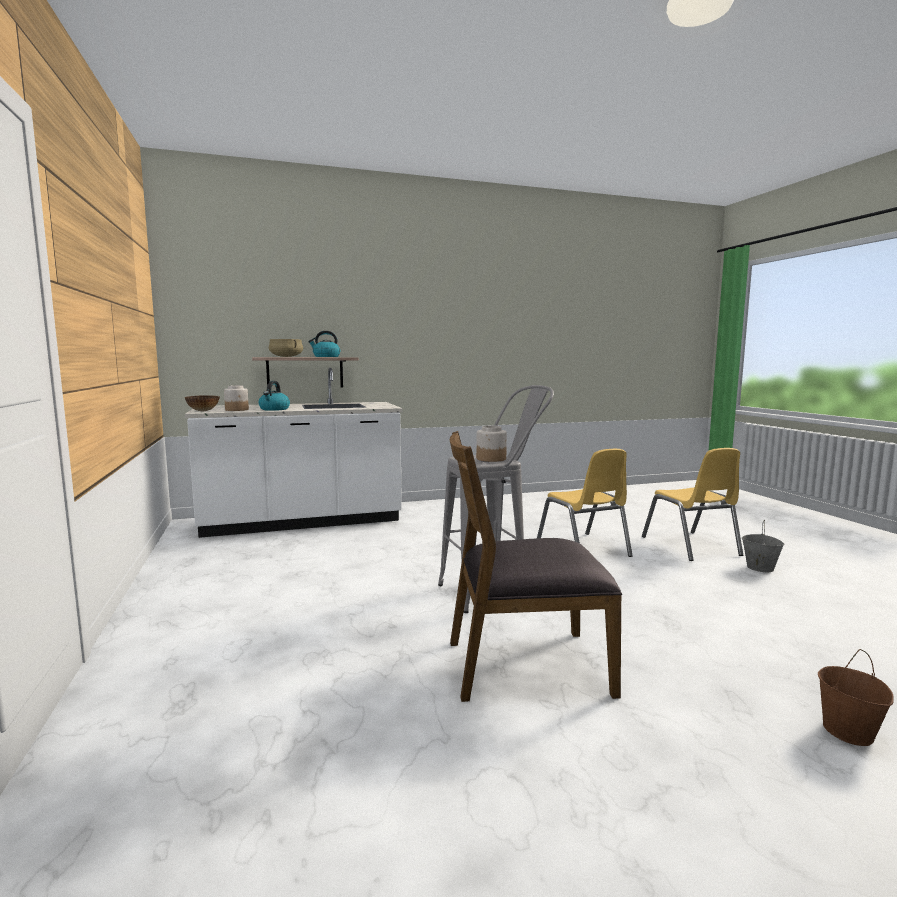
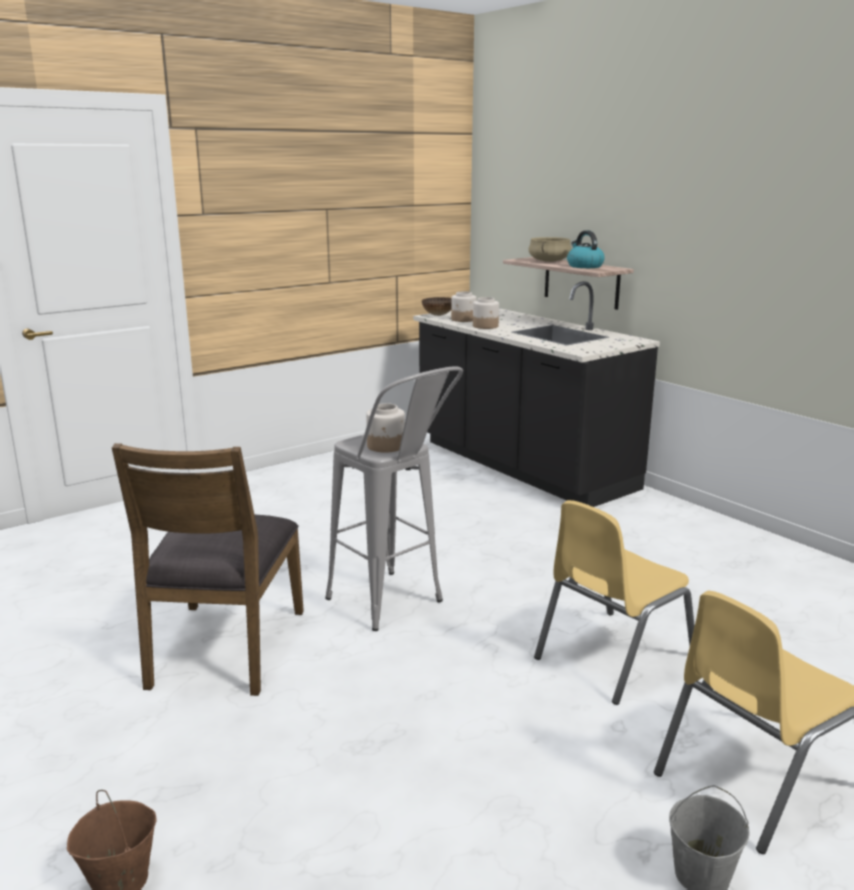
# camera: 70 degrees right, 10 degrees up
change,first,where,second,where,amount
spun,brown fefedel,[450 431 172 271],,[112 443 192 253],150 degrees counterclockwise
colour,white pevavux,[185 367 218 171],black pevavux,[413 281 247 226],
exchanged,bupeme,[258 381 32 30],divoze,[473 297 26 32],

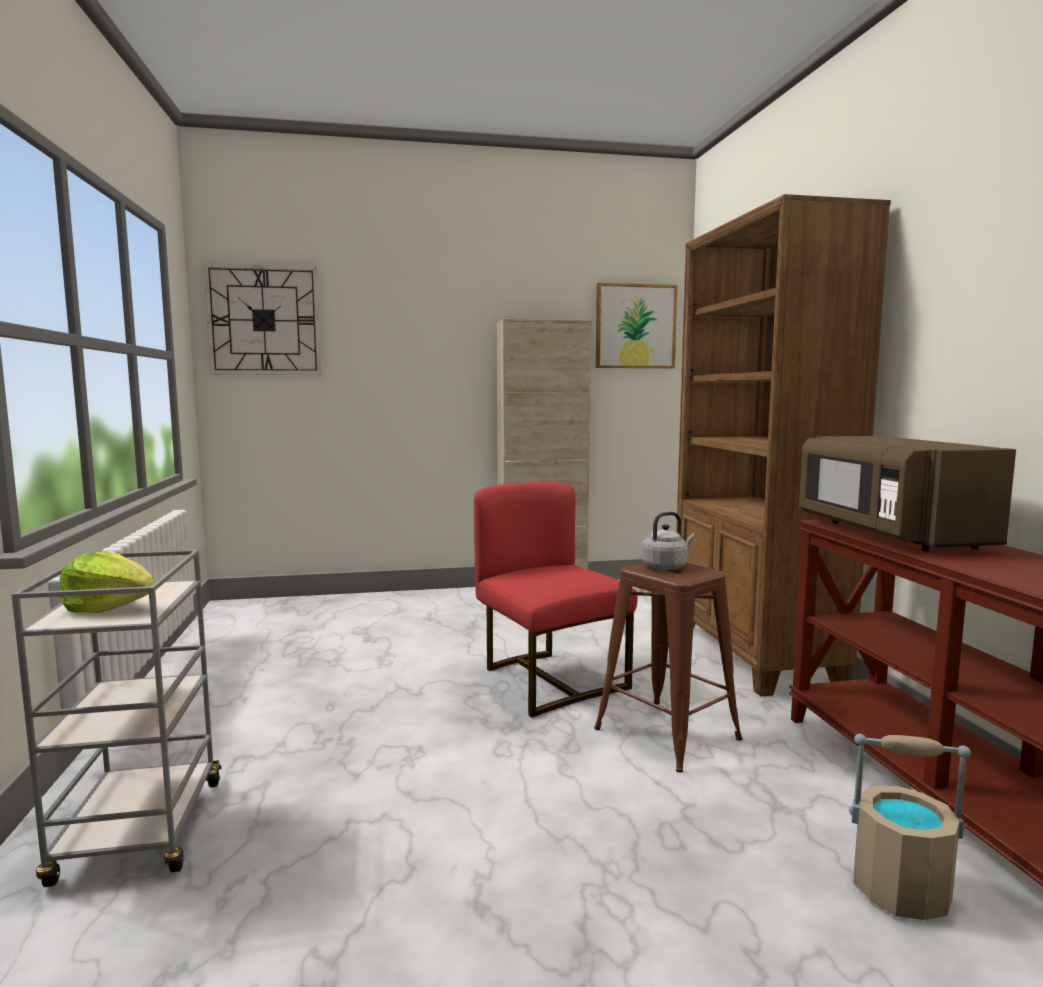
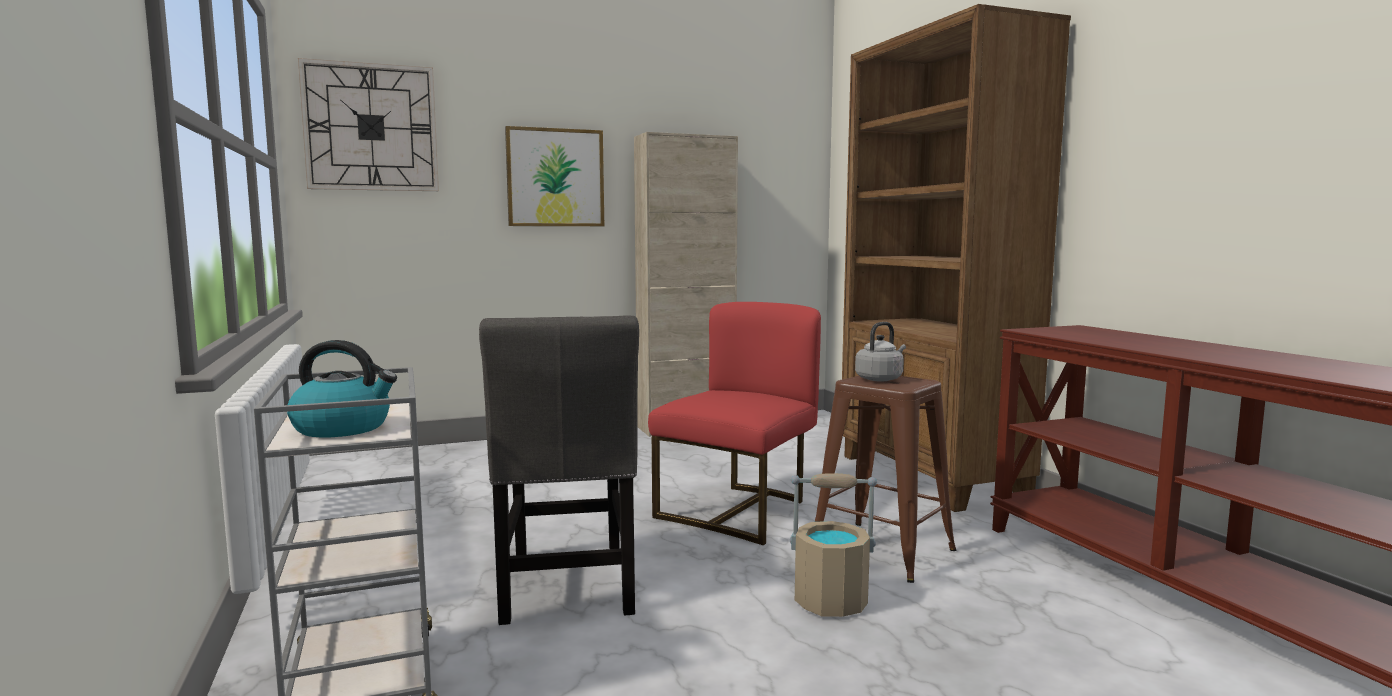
# camera: 10 degrees left, 0 degrees up
change,first,where,second,where,amount
exchanged,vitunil,[60 551 96 62],bupeme,[287 340 110 97],
appeared,,,grey fefedel,[479 316 160 309],
relocated,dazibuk,[596 283 81 85],,[505 126 99 100],
spun,red fefedel,[474 482 164 236],,[648 302 173 243],75 degrees clockwise
relocated,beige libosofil,[849 734 122 186],,[790 474 87 143],
missing,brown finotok,[799 436 217 115],,,

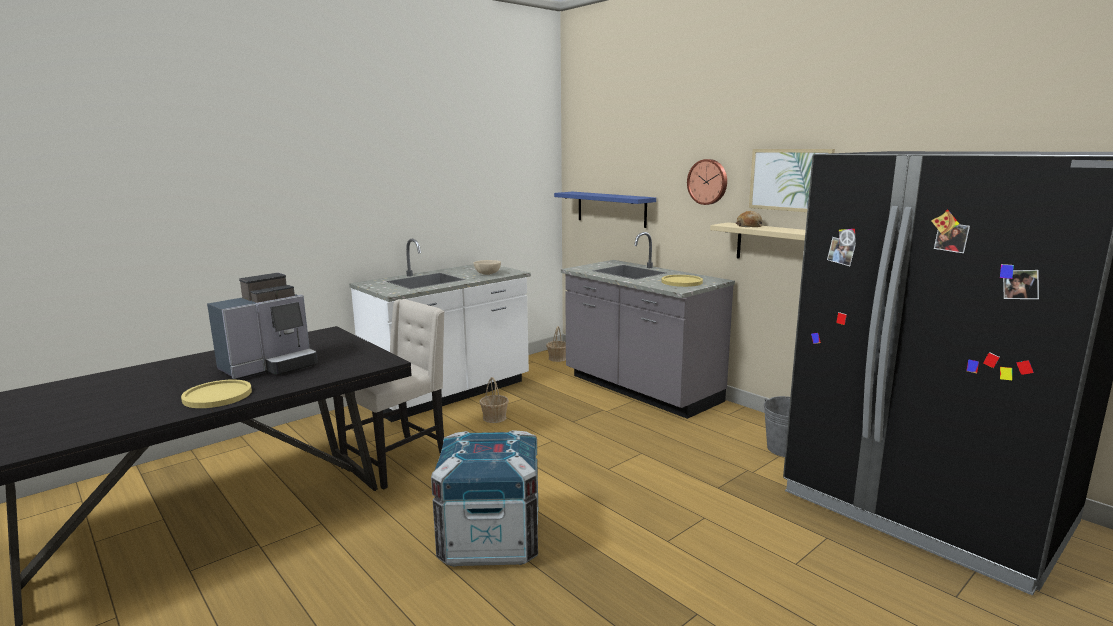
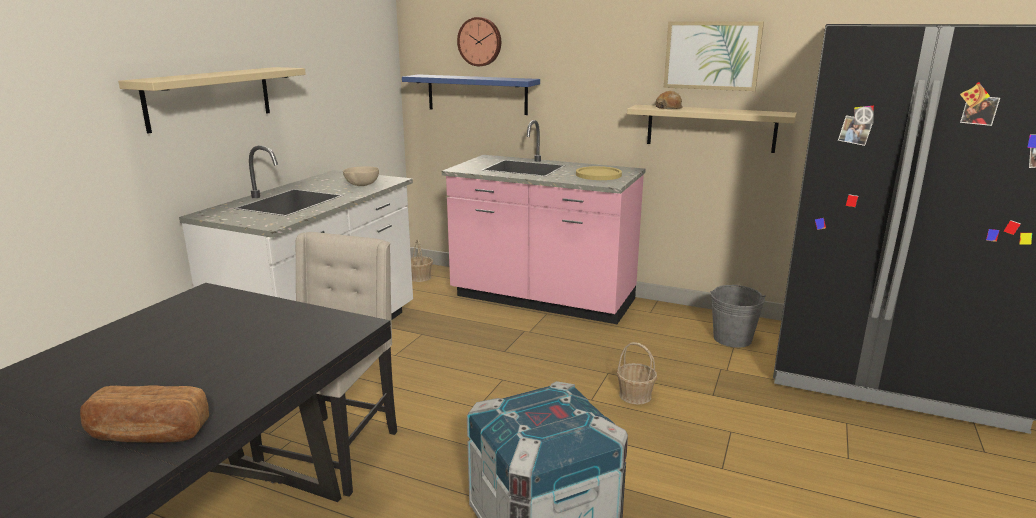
# camera: 25 degrees left, 5 degrees up
change,first,where,second,where,amount
exchanged,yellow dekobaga,[181 379 71 29],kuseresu,[80 385 129 58],
appeared,,,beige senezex,[118 67 188 67],
colour,grey pevavux,[561 232 174 187],pink pevavux,[442 120 204 204],
relocated,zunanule,[687 159 40 46],,[457 17 44 49],
relocated,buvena,[479 377 30 46],,[617 342 40 63],
missing,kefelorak,[207 273 111 106],,,

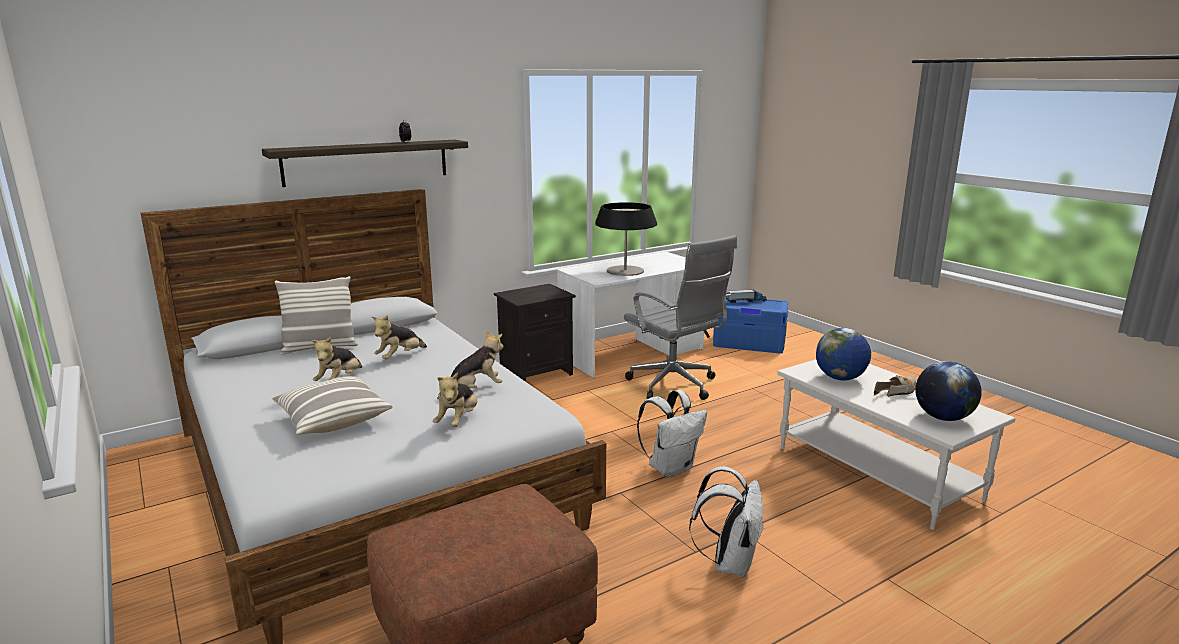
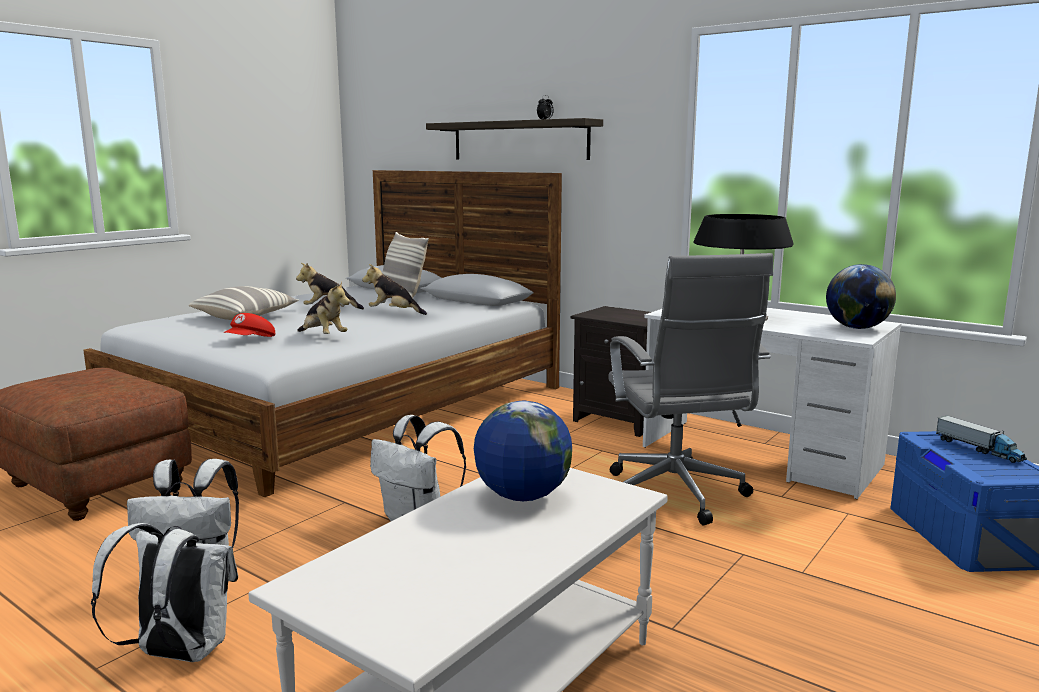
# camera: 70 degrees right, 5 degrees down
change,first,where,second,where,amount
appeared,,,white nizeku,[91 523 147 139],
exchanged,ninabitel,[433 372 44 55],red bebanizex,[224 313 52 24],
spun,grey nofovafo,[624 235 113 165],,[608 253 165 272],45 degrees counterclockwise
relocated,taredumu,[915 361 67 60],,[826 264 70 65],
missing,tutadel,[874 375 42 22],,,

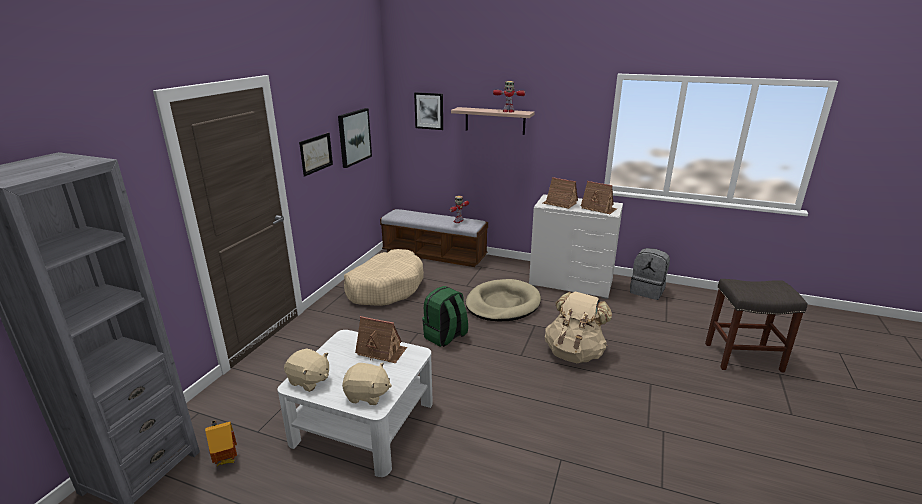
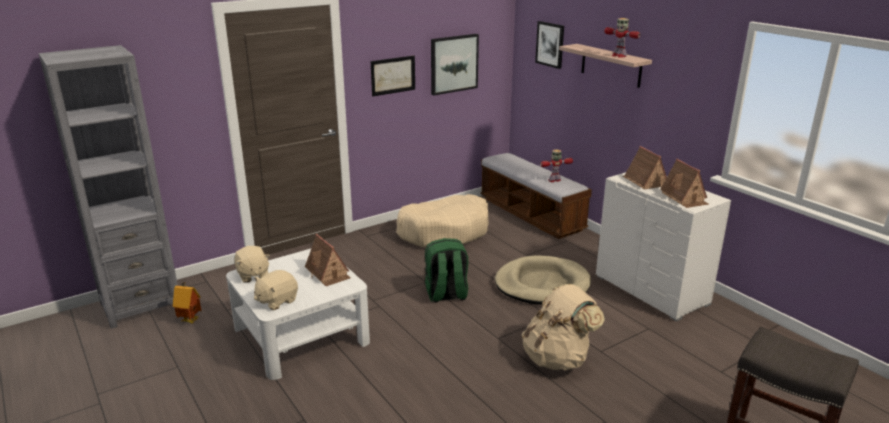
# camera: 35 degrees right, 0 degrees up
change,first,where,second,where,amount
spun,beige ninabitel,[342 363 50 42],,[254 270 44 40],90 degrees clockwise
missing,grey nizeku,[630 248 40 52],,,

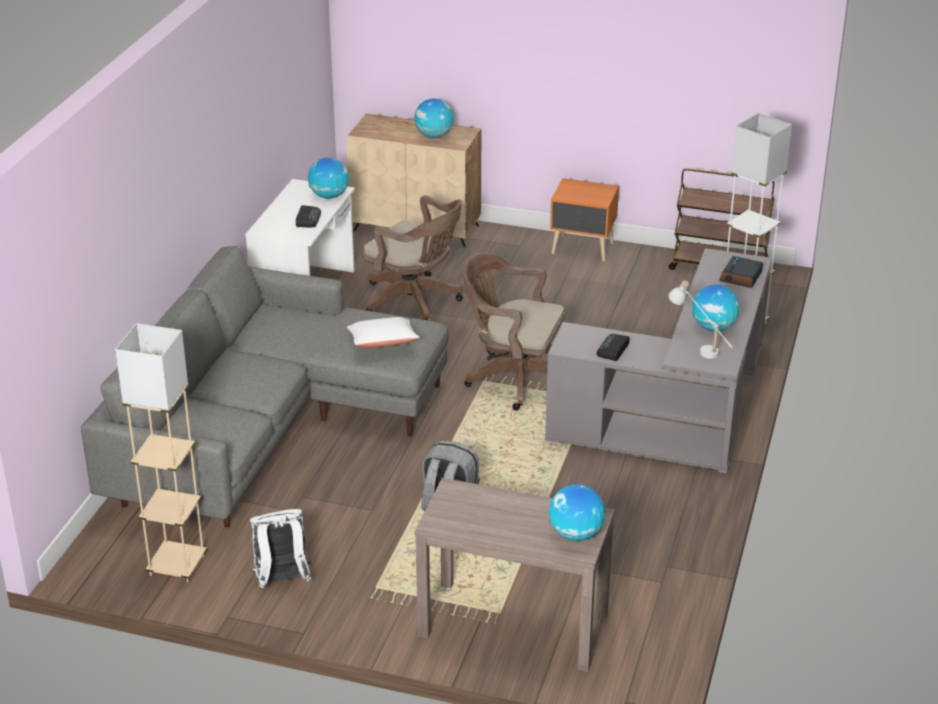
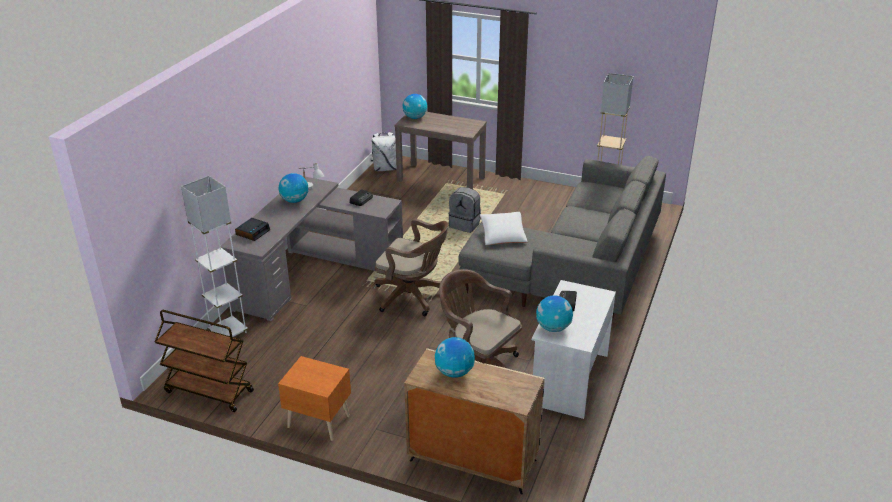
# camera: 175 degrees left, 0 degrees up
change,first,where,second,where,amount
relocated,white nizeku,[250 509 61 79],,[371 132 26 39],

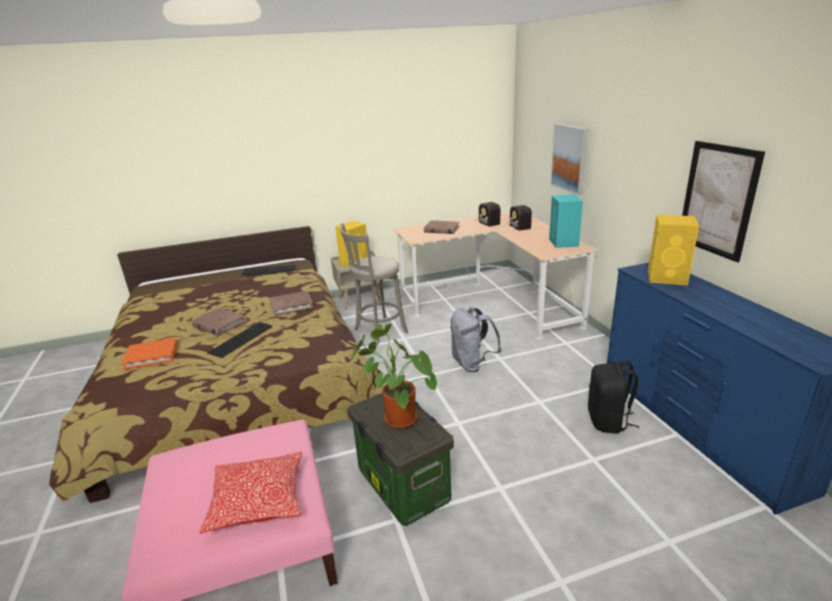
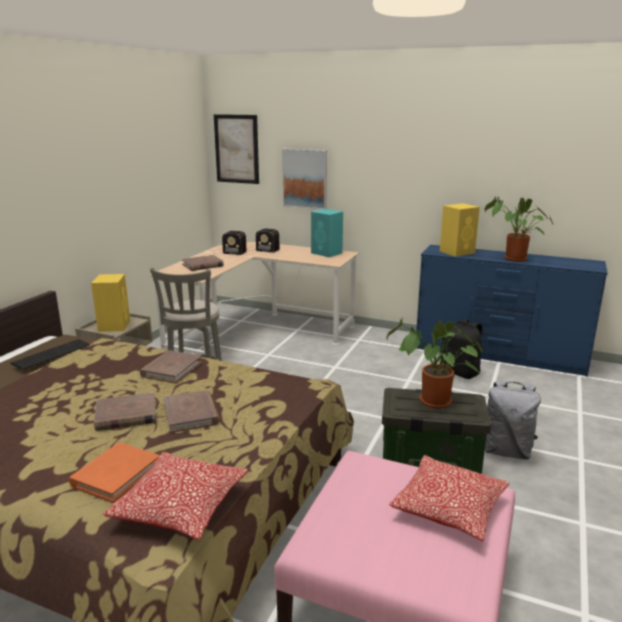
# camera: 50 degrees left, 5 degrees down
change,first,where,second,where,amount
appeared,,,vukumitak,[103 452 145 88],
exchanged,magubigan,[207 322 66 36],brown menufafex,[163 390 57 43],
relocated,dazibuk,[682 141 83 122],,[214 114 45 70],
appeared,,,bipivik,[485 196 68 66],
relocated,grey nizeku,[450 307 51 65],,[485 380 56 80],

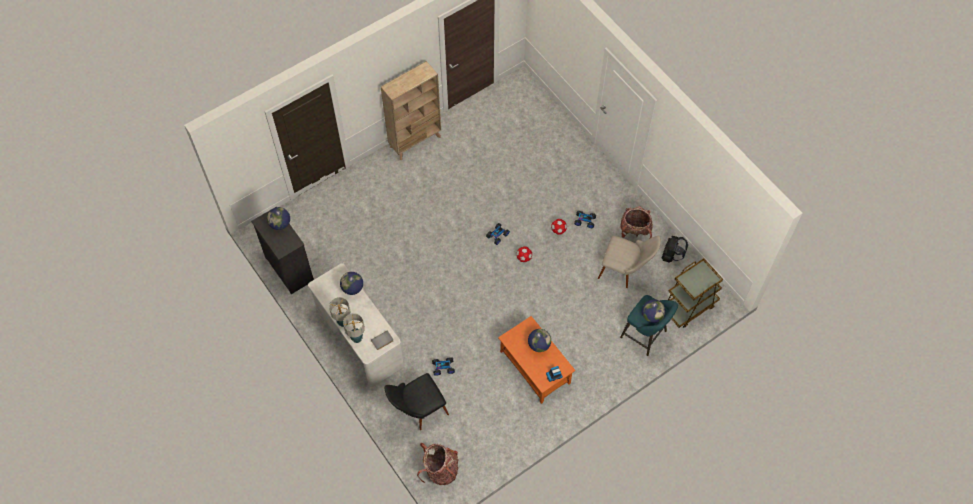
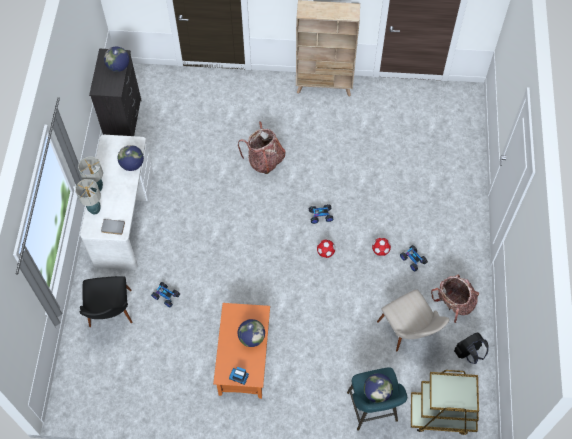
# camera: 40 degrees right, 0 degrees up
change,first,where,second,where,amount
spun,black fefedel,[385 373 64 57],,[80 276 52 51],105 degrees counterclockwise
relocated,nizeku,[417 443 42 42],,[238 122 48 52],

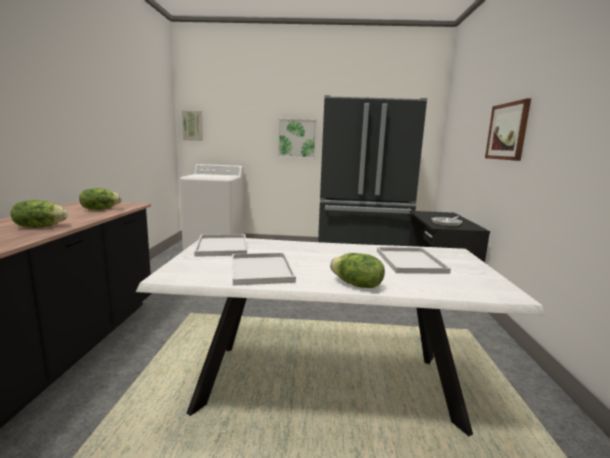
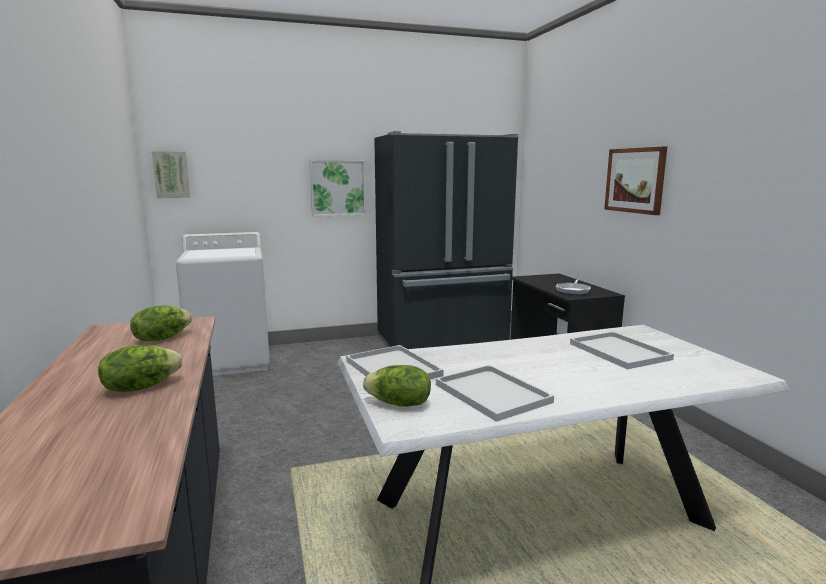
# camera: 20 degrees left, 0 degrees up
change,first,where,second,where,amount
relocated,vitunil,[330 253 55 35],,[363 365 68 42],

